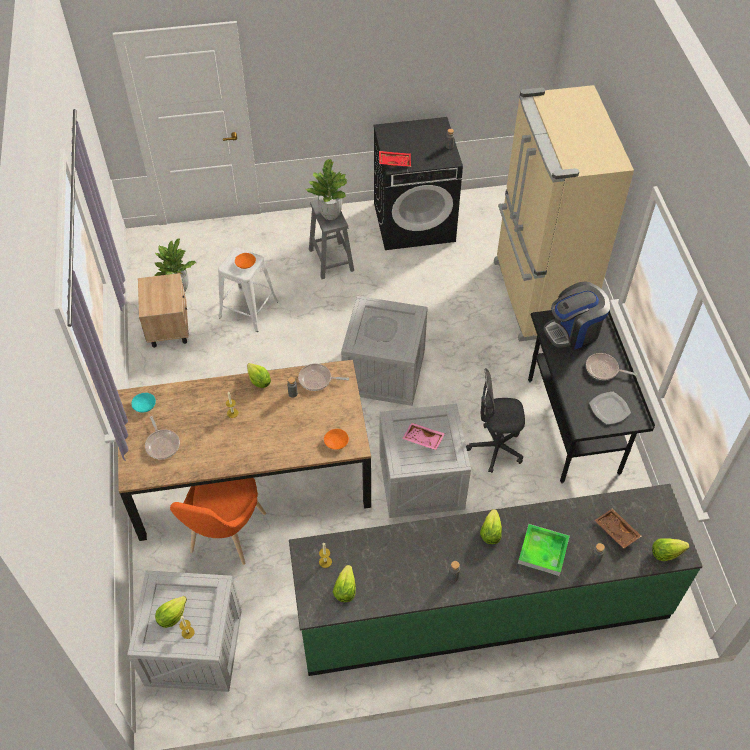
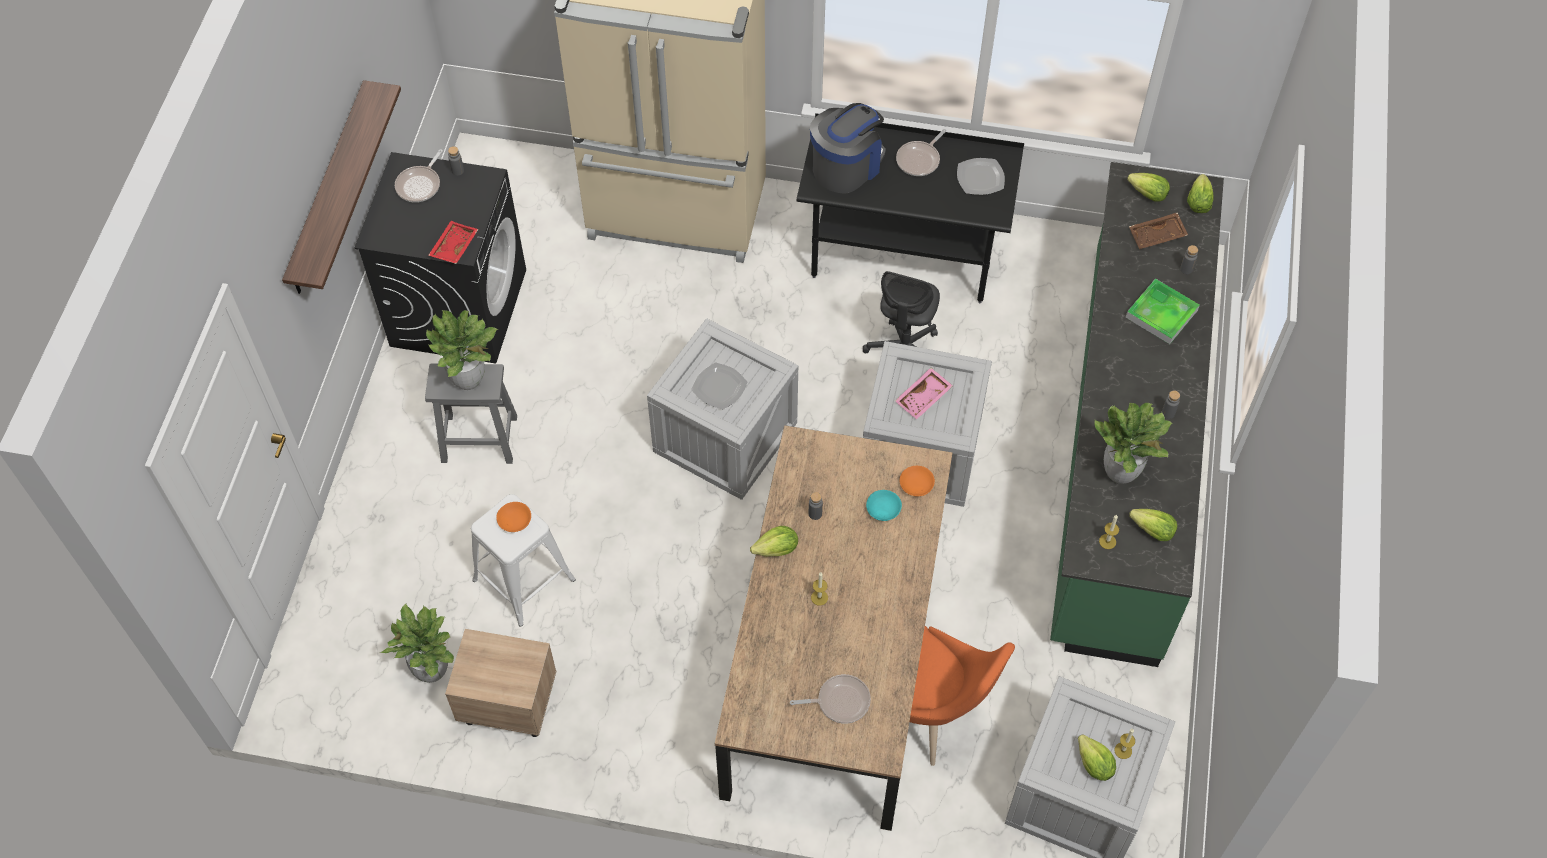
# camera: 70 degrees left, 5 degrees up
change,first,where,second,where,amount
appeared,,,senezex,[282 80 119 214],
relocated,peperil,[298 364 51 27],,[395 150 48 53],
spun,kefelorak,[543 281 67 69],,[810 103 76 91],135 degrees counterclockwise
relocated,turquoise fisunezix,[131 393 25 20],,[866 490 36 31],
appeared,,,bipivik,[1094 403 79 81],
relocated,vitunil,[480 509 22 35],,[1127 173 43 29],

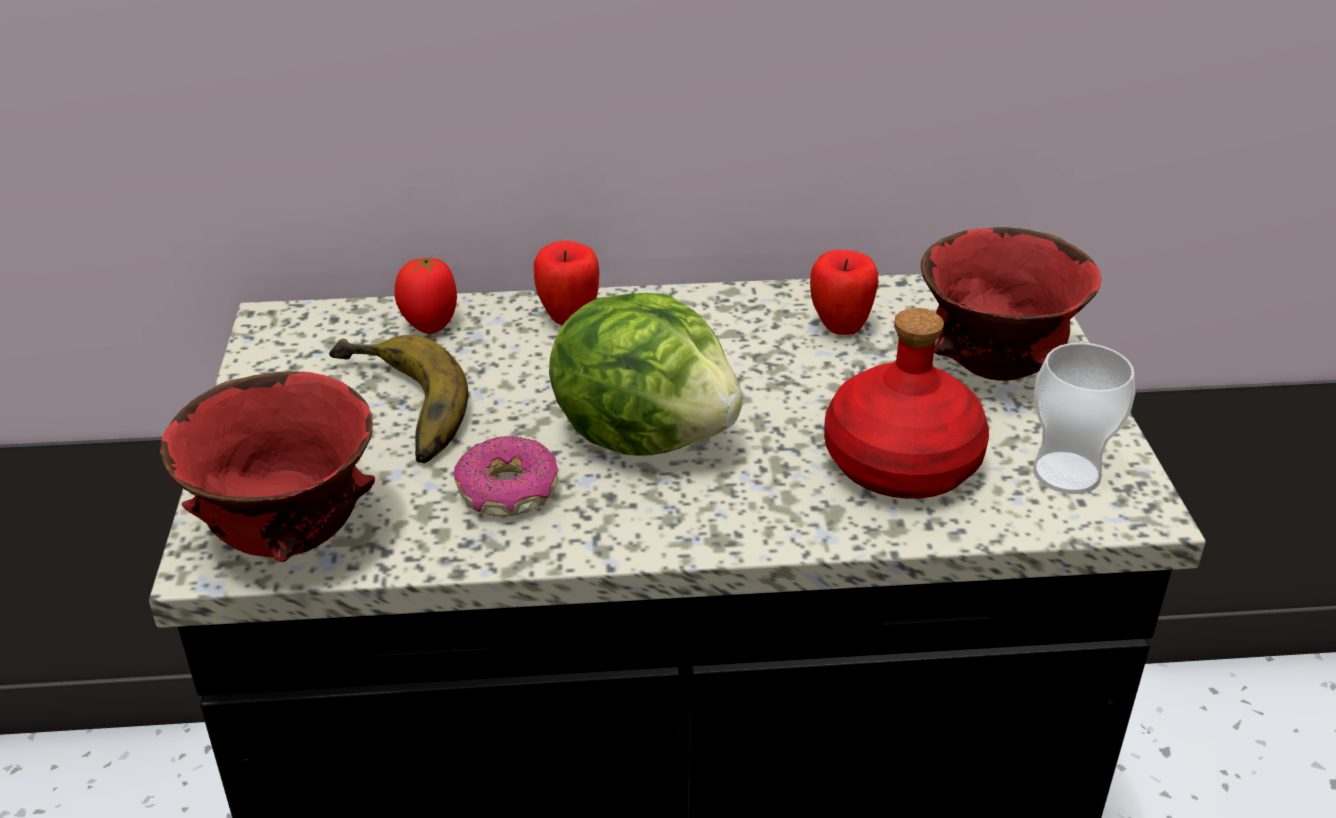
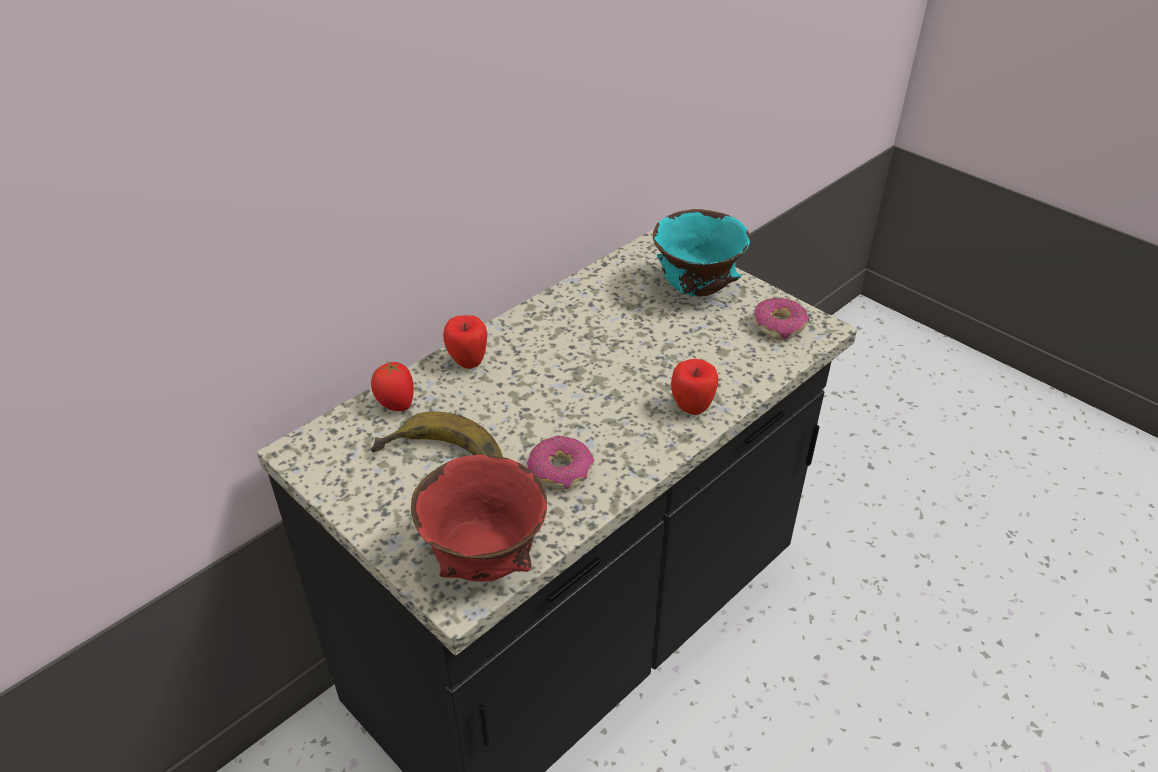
# camera: 40 degrees left, 5 degrees up
change,first,where,second,where,amount
colour,red fisunezix,[921 227 180 154],turquoise fisunezix,[653 209 97 87],
relocated,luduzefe,[810 250 68 85],,[671 359 47 56],
exchanged,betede,[1033 343 102 151],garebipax,[753 297 56 43],
missing,vitunil,[549 293 194 163],,,
missing,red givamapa,[824 308 165 191],,,

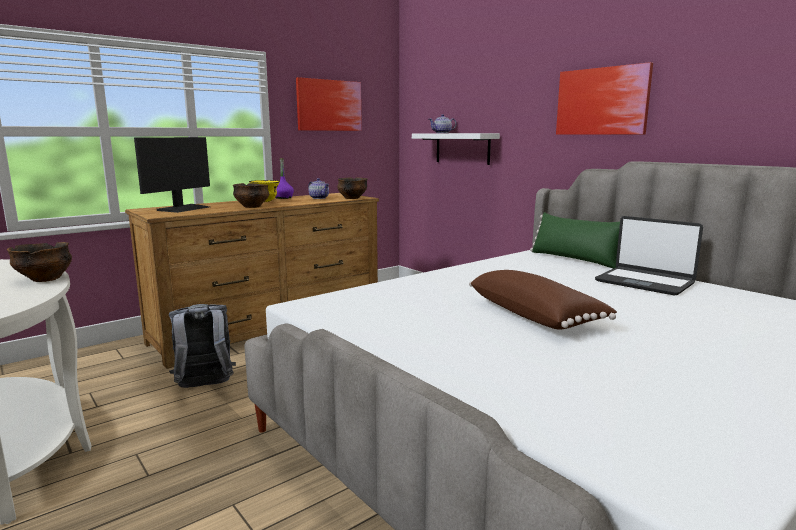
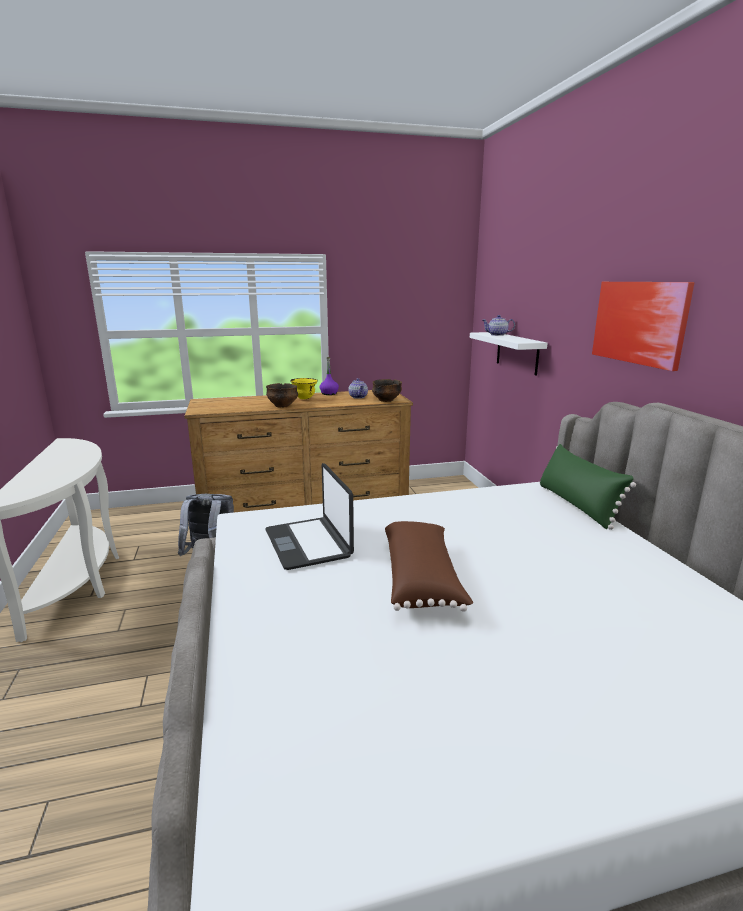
# camera: 25 degrees right, 5 degrees up
change,first,where,second,where,amount
relocated,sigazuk,[595 216 108 80],,[265 463 89 107],
missing,fisunezix,[7 242 65 40],,,
missing,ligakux,[134 137 76 76],,,
missing,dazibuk,[296 77 66 54],,,

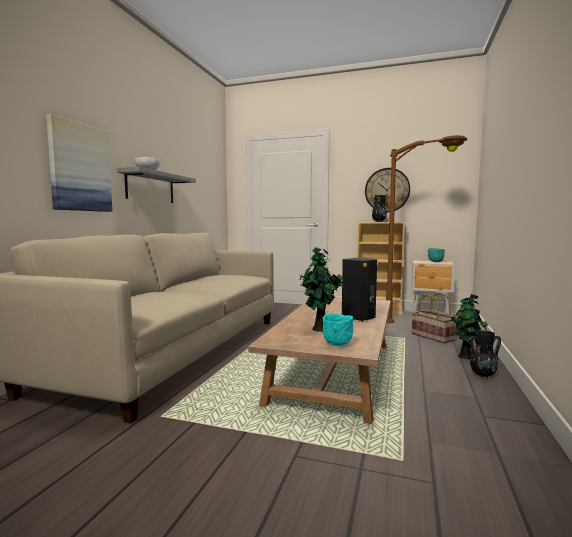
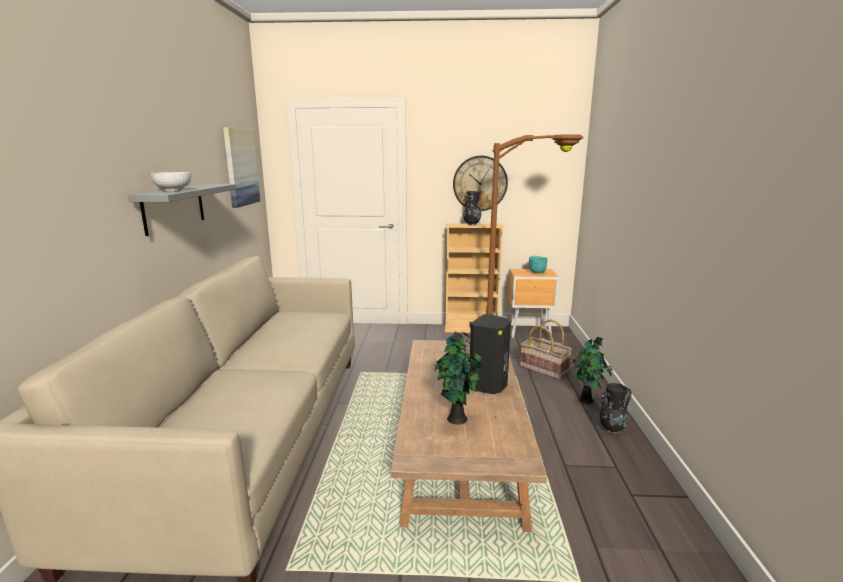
# camera: 15 degrees left, 10 degrees up
change,first,where,second,where,amount
relocated,dazibuk,[46 114 66 98],,[223 127 37 81],
missing,turquoise fisunezix,[323 313 30 33],,,

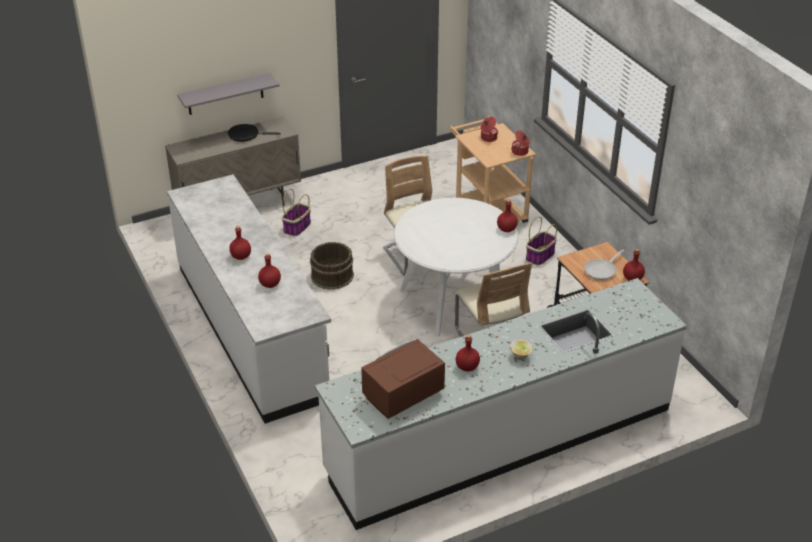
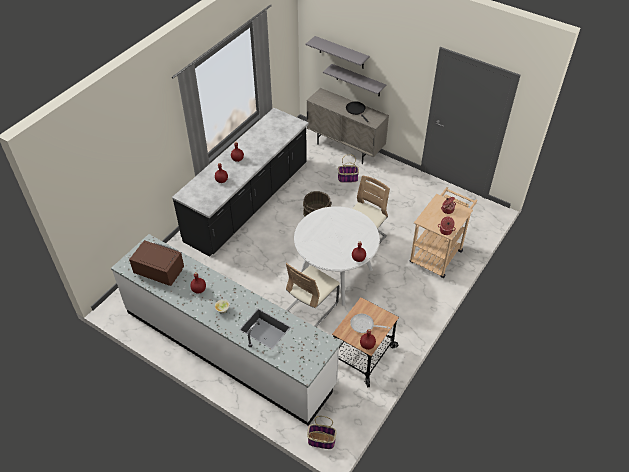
# camera: 60 degrees right, 10 degrees up
change,first,where,second,where,amount
colour,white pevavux,[167 174 164 250],black pevavux,[172 108 137 149],
appeared,,,grey senezex,[306 36 64 33],
relocated,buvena,[526 216 31 50],,[307 416 30 33],

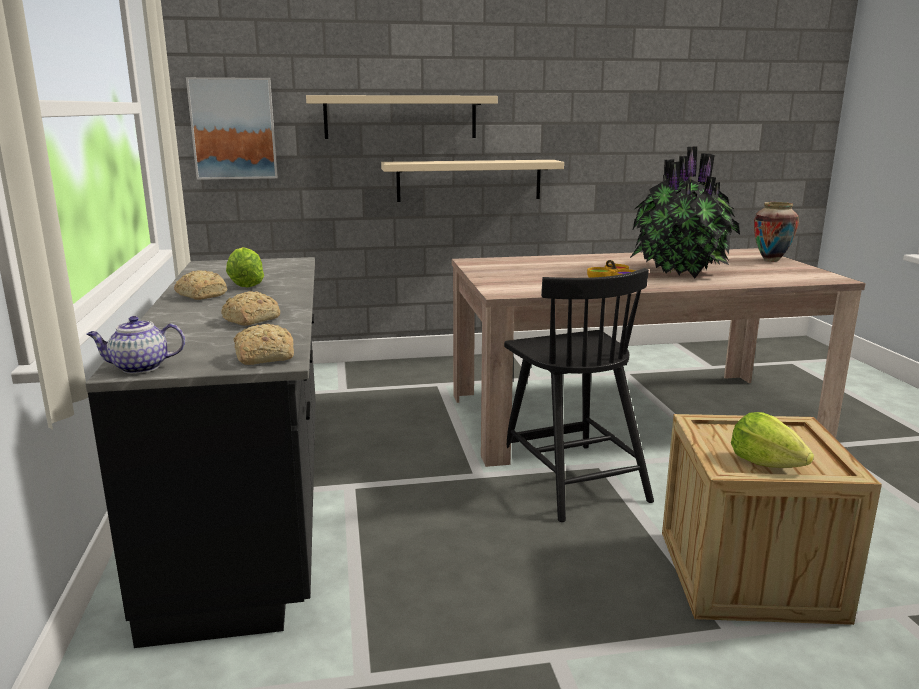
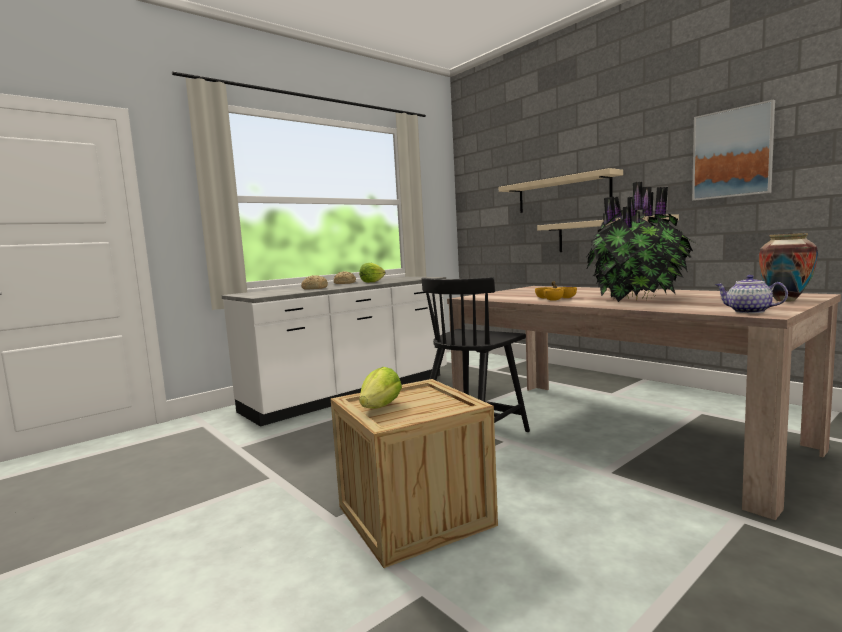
# camera: 60 degrees right, 10 degrees down
change,first,where,second,where,amount
colour,black pevavux,[85 257 231 391],white pevavux,[222 277 225 150],
relocated,dazibuk,[186 77 92 103],,[692 99 83 102],
relocated,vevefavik,[86 316 99 58],,[715 275 73 38],
missing,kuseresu,[234 324 60 41],,,

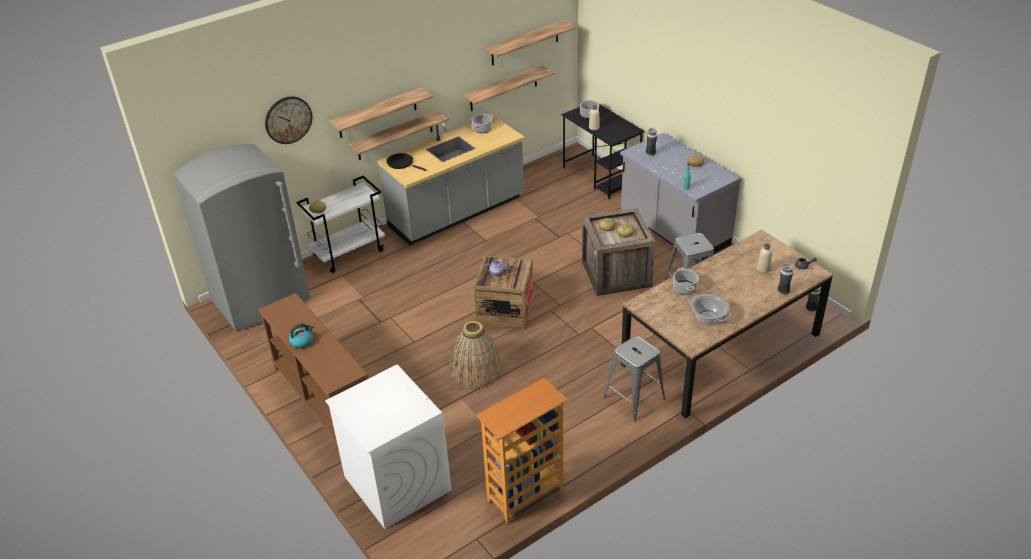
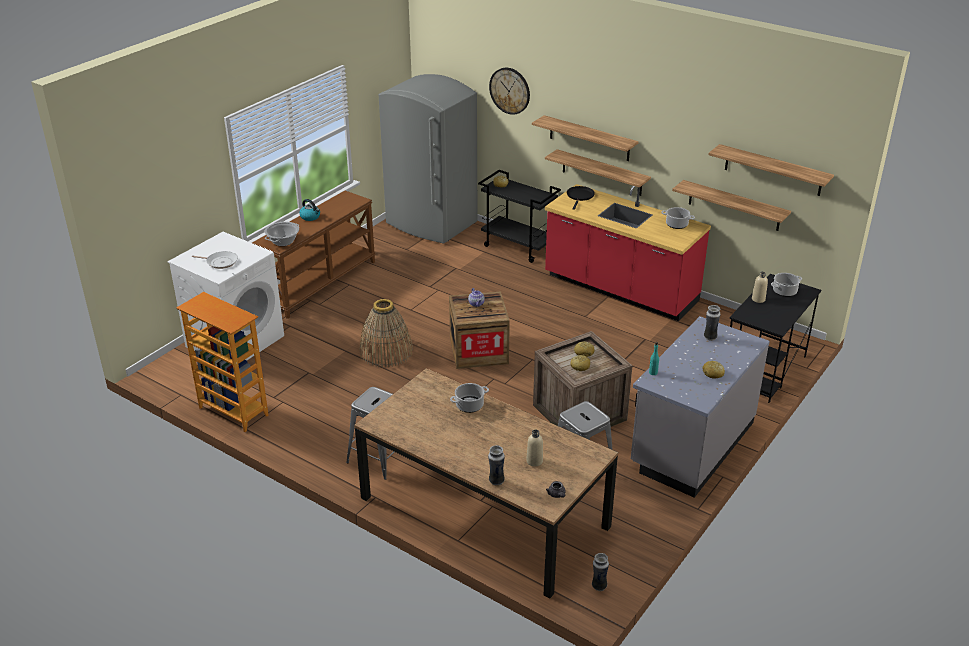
# camera: 70 degrees right, 5 degrees down
change,first,where,second,where,amount
appeared,,,peperil,[192 251 46 18],
relocated,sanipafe,[688 294 43 30],,[265 222 34 24],
colour,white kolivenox,[296 176 89 97],black kolivenox,[478 170 83 93],
colour,grey pevavux,[377 116 148 129],red pevavux,[545 184 166 137],

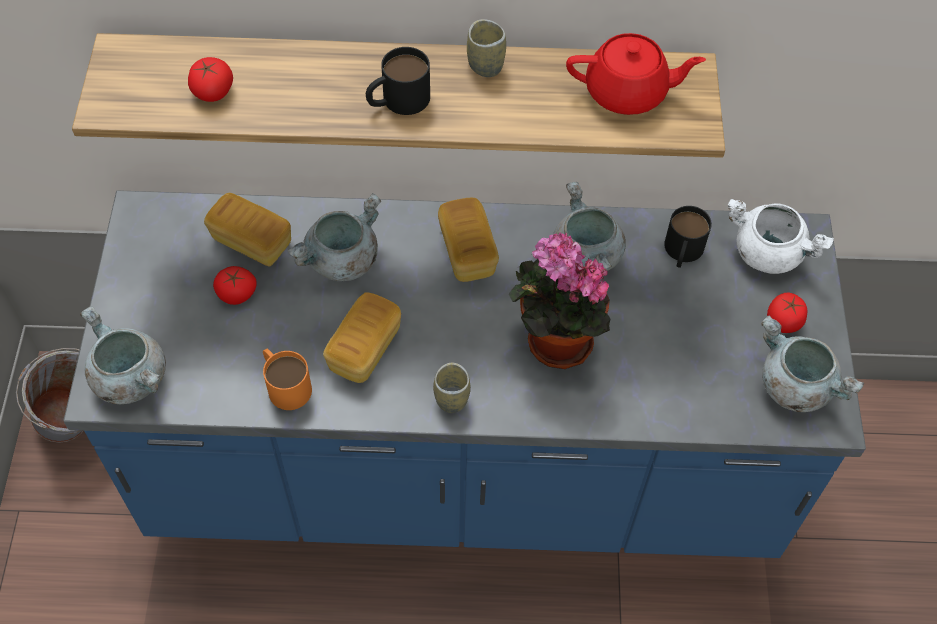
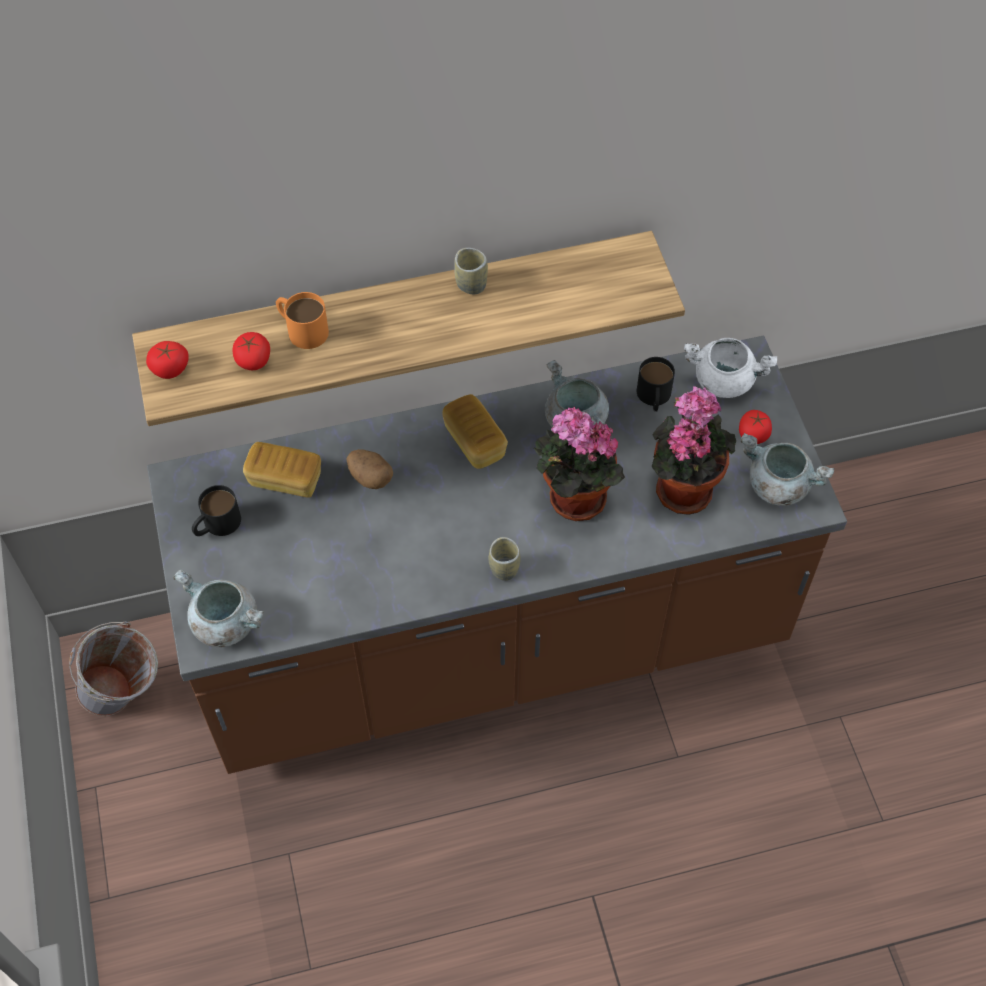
# camera: 15 degrees left, 0 degrees up
change,first,where,second,where,amount
relocated,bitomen,[213 266 43 39],,[146 341 43 38],
colour,blue pevavux,[63 190 803 368],brown pevavux,[147 336 700 438],
relocated,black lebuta,[366 47 64 68],,[192 485 49 51],
relocated,orange lebuta,[263 349 49 61],,[276 292 53 57],
exchanged,grey sanipafe,[287 193 94 88],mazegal,[347 449 46 40],
appeared,,,bipivik,[652 386 84 129],
missing,kuseresu,[323 292 78 91],,,
missing,red vevefavik,[566 33 140 82],,,

